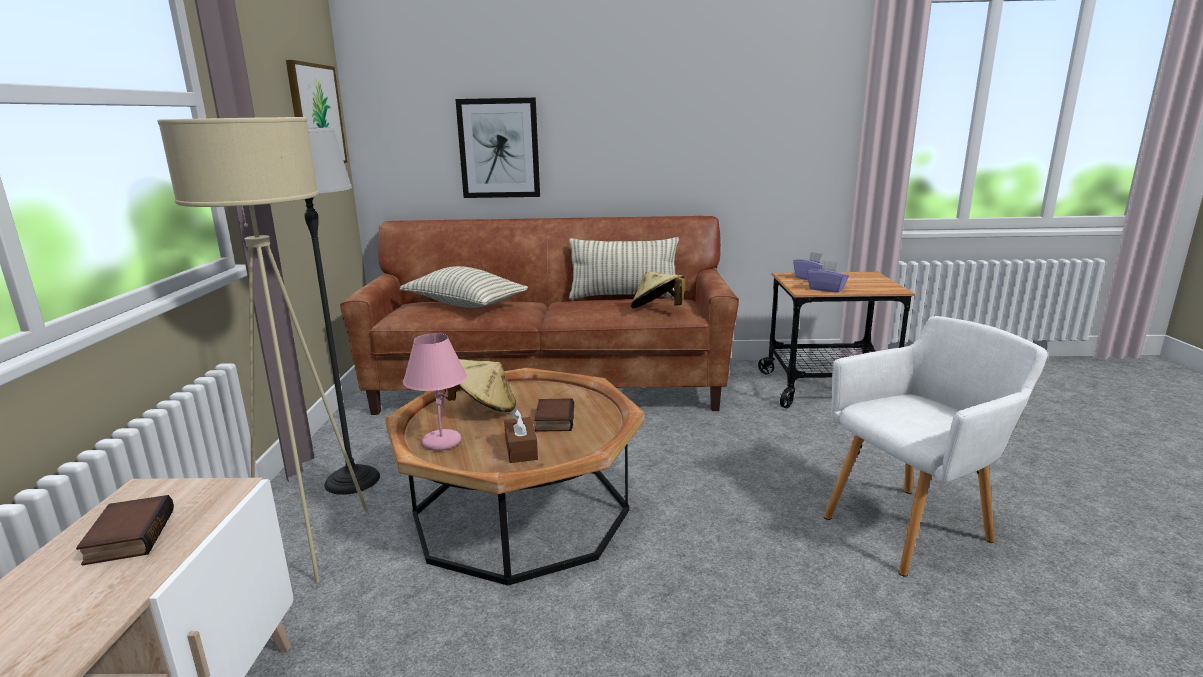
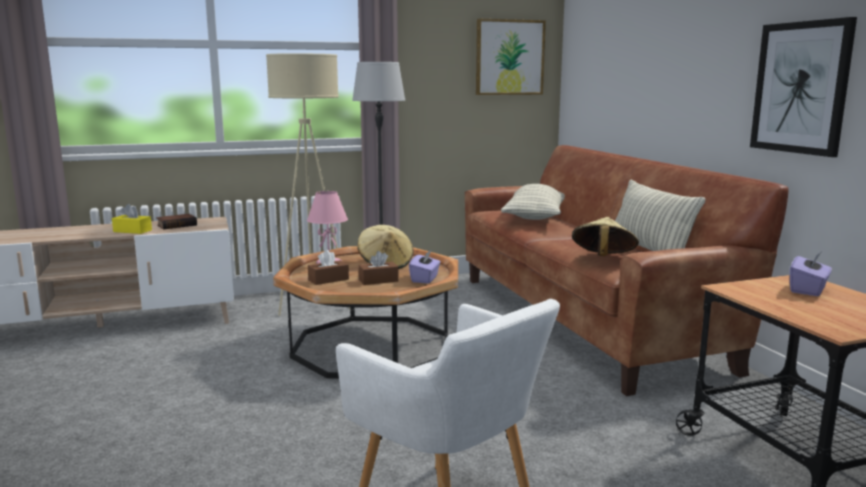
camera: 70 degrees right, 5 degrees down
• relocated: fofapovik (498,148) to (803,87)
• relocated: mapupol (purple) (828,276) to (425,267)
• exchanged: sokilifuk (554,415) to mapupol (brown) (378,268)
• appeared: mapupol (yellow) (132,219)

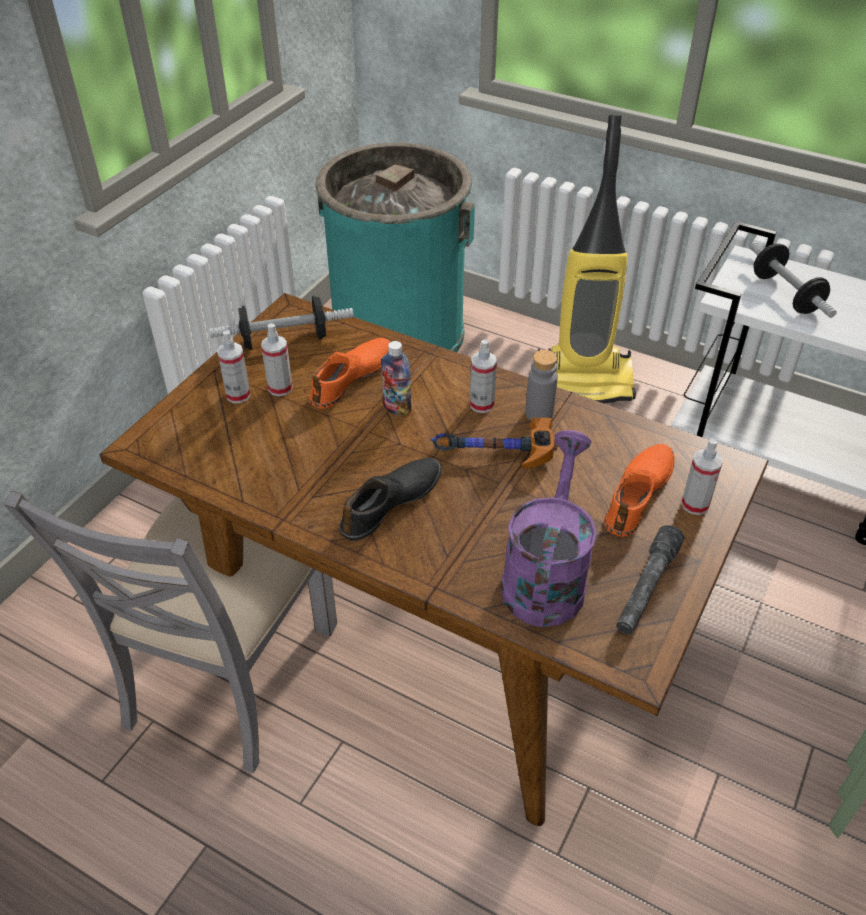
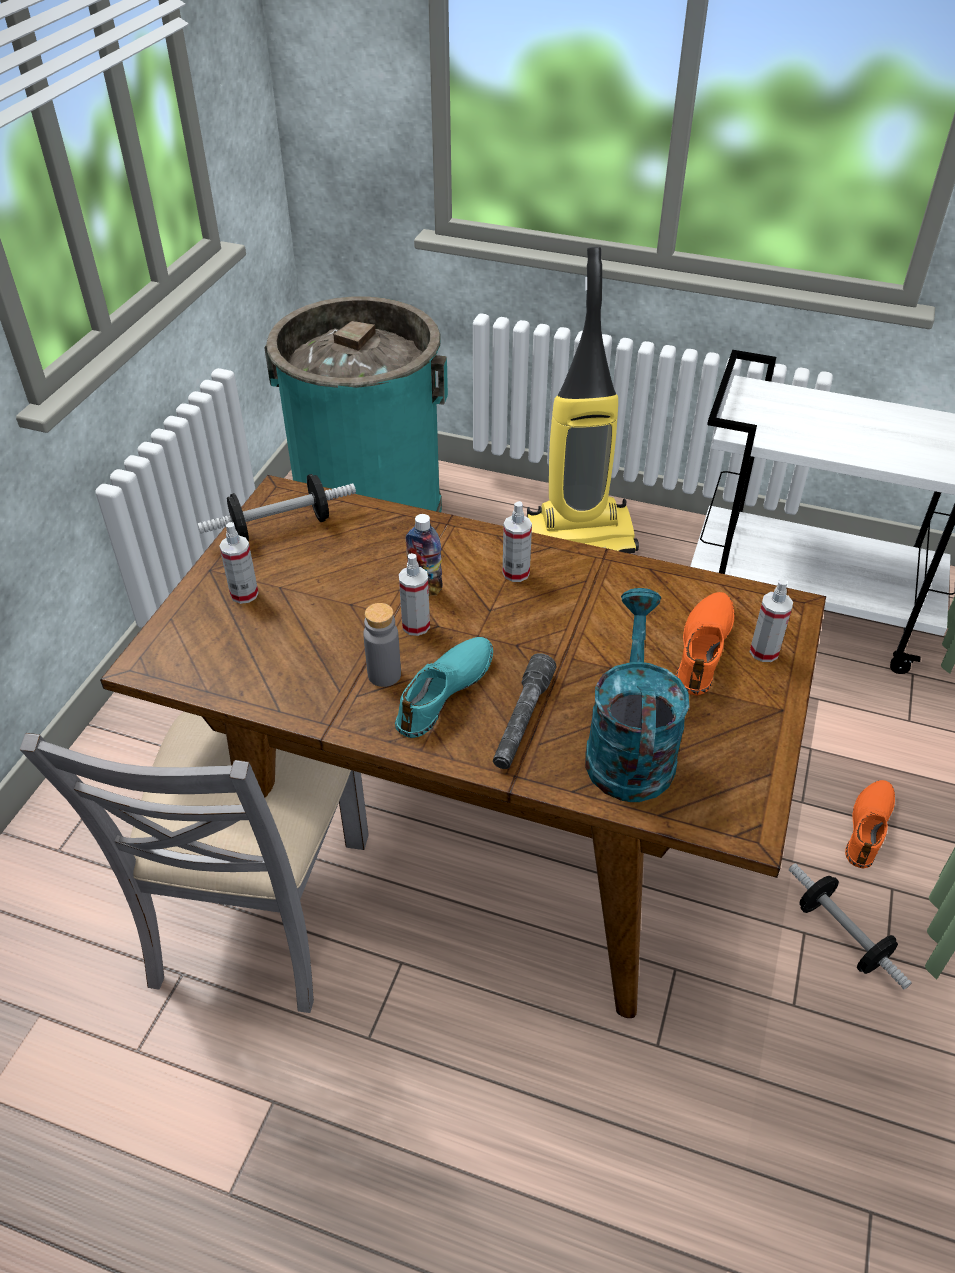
camera: 10 degrees left, 0 degrees up
• relocated: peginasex (793,280) to (850,926)
• relocated: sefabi (277,359) to (414,594)
• relocated: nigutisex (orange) (349,373) to (870,824)
• relocated: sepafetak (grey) (541,385) to (382,645)
• missing: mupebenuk (493,443)
• colour: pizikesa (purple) (549,528) to pizikesa (turquoise) (637,695)
• colour: nigutisex (black) (390,499) to nigutisex (turquoise) (444,687)
• relocated: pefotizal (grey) (650,579) to (524,711)

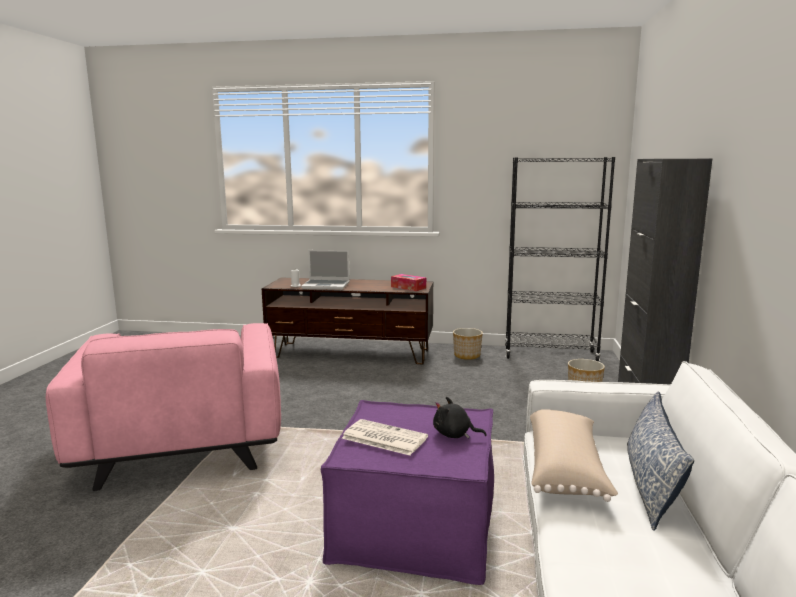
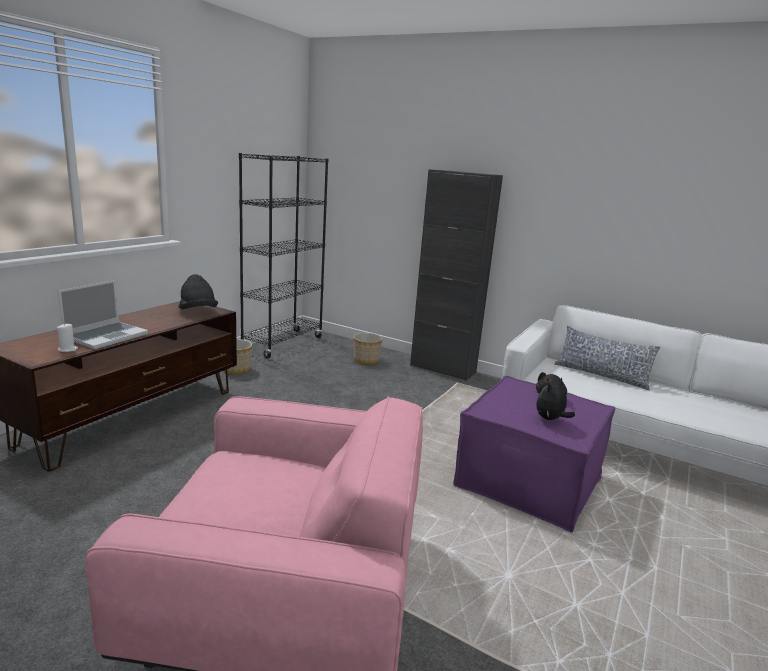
camera: 70 degrees left, 5 degrees up
• exchanged: mapupol (408,282) to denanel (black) (198,291)
• missing: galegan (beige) (574,456)
• exchanged: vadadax (385,437) to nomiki (556,399)

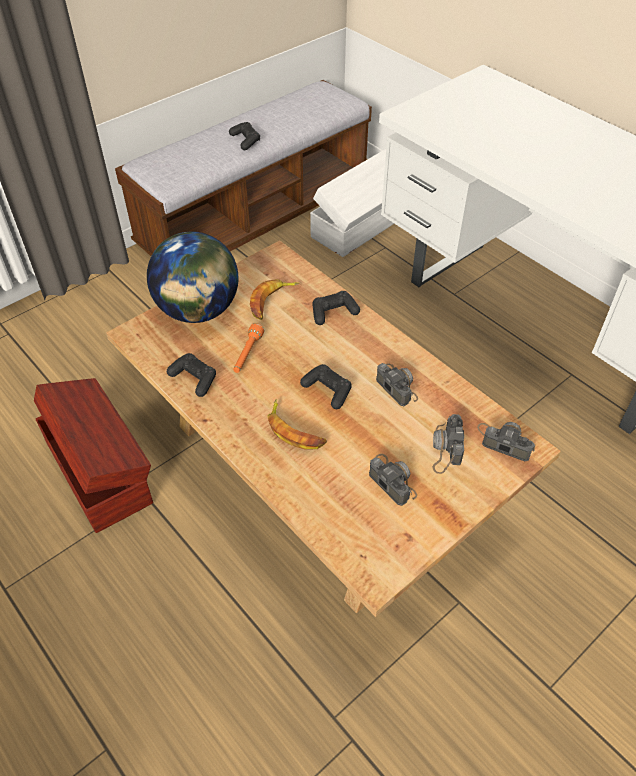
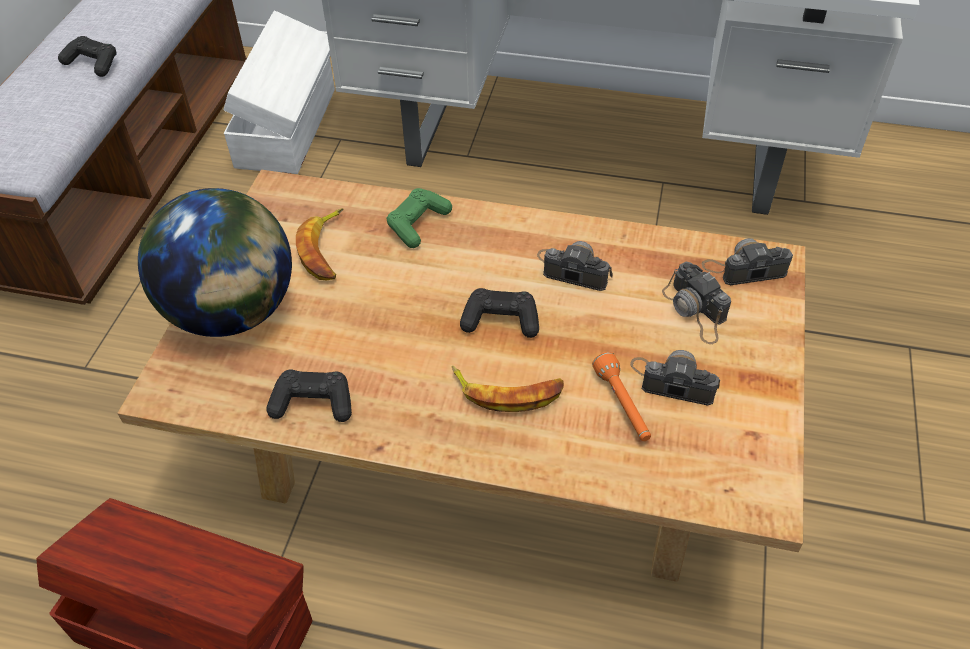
camera: 35 degrees left, 0 degrees up
• colour: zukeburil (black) (336,308) to zukeburil (green) (419,218)
• relocated: pefotizal (orange) (248,348) to (621,396)

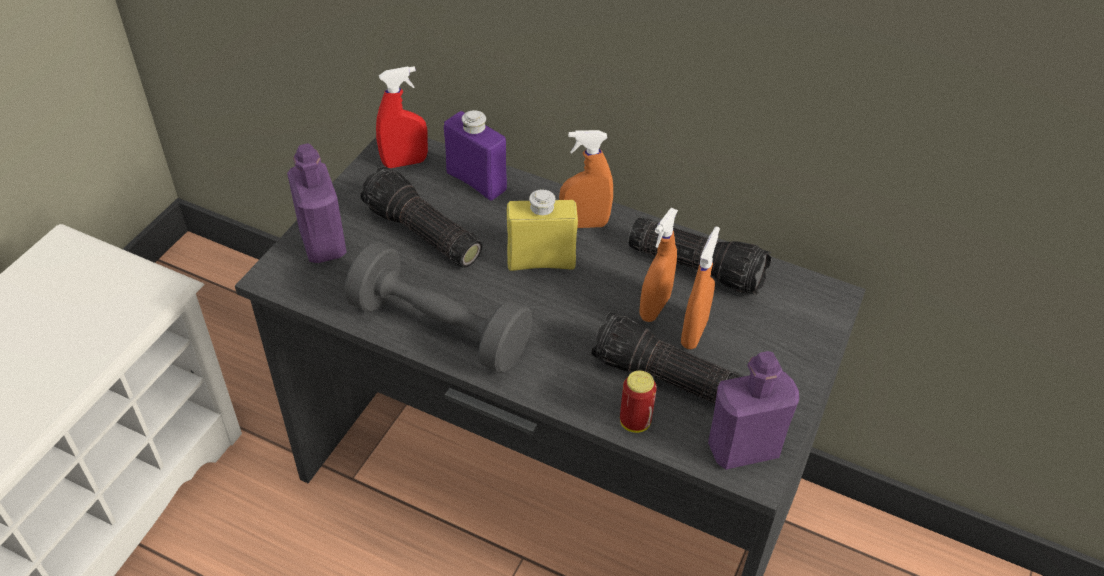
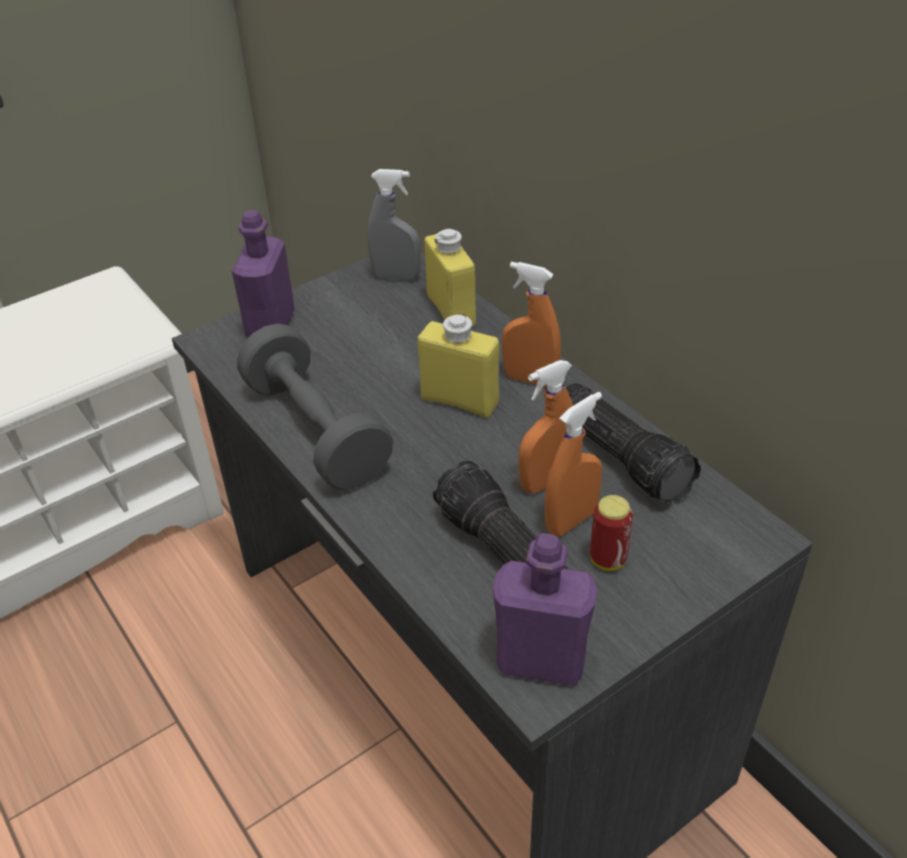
camera: 30 degrees right, 5 degrees down
• colour: sefabi (red) (402,117) to sefabi (grey) (394,225)
• colour: sepafetak (purple) (475,155) to sepafetak (yellow) (450,278)
• missing: pefotizal (421,217)
• relocated: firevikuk (638,401) to (611,533)

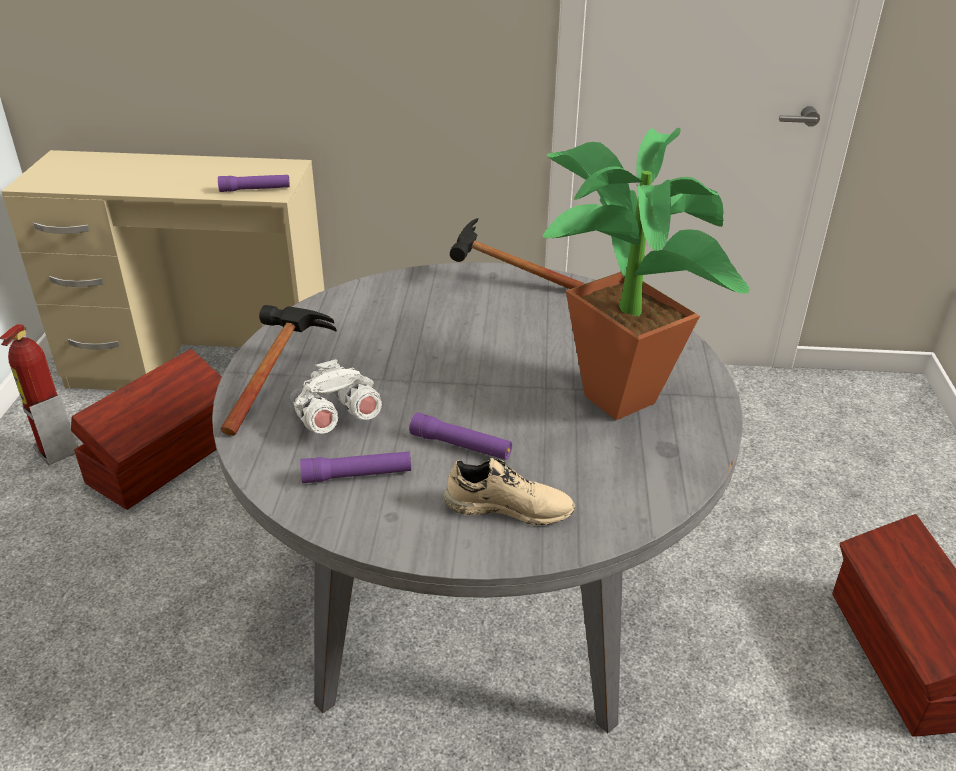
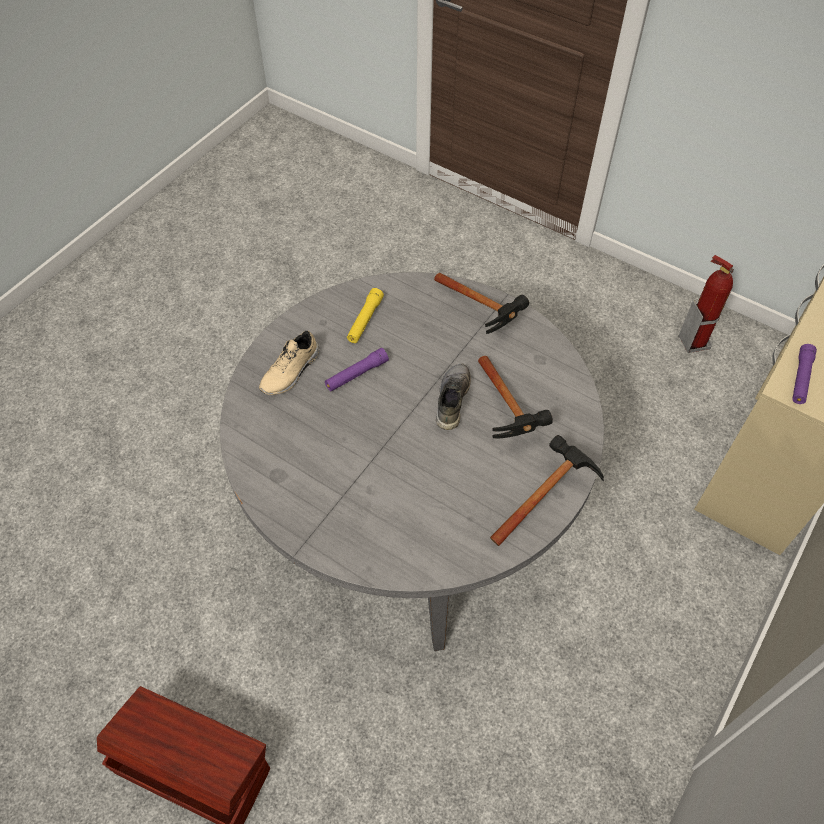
camera: 120 degrees right, 20 degrees up
• missing: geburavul (646,274)
• missing: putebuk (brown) (146,429)
• missing: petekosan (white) (336,396)
• colour: pefotizal (purple) (355,467) to pefotizal (yellow) (365,315)
• appeared: mupebenuk (515,397)
• appeared: nigutisex (grey) (453,396)

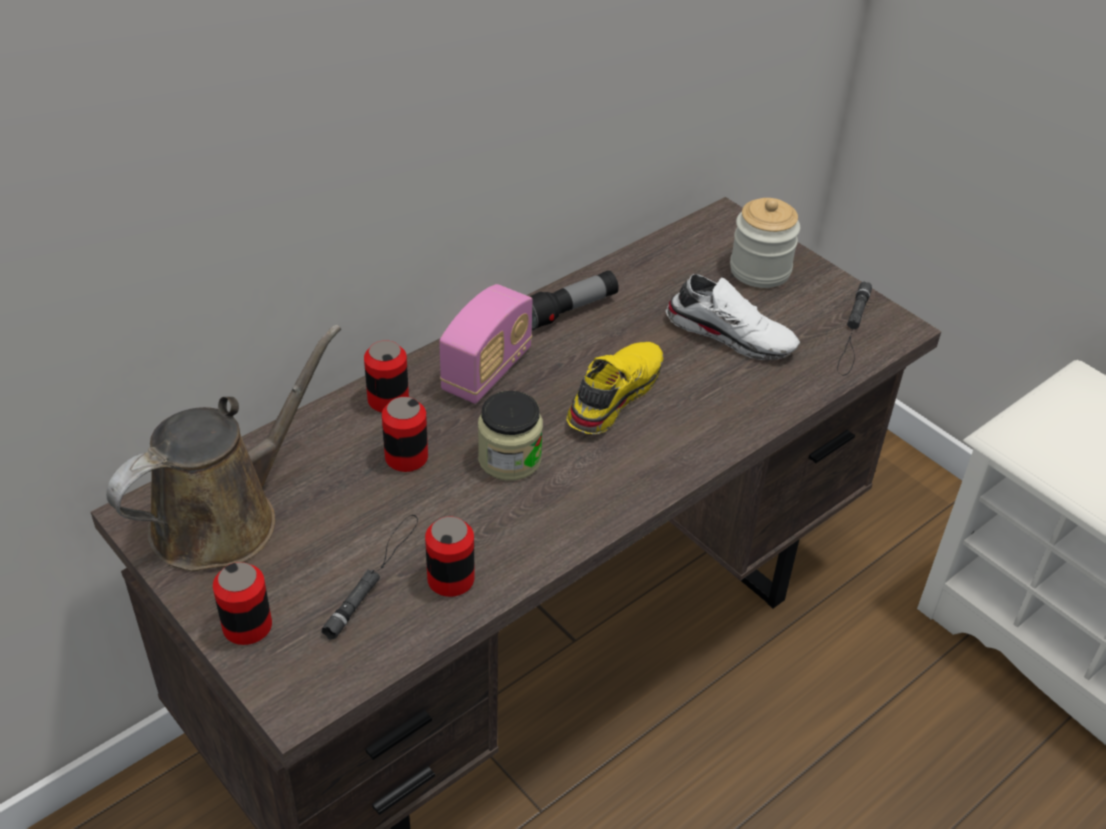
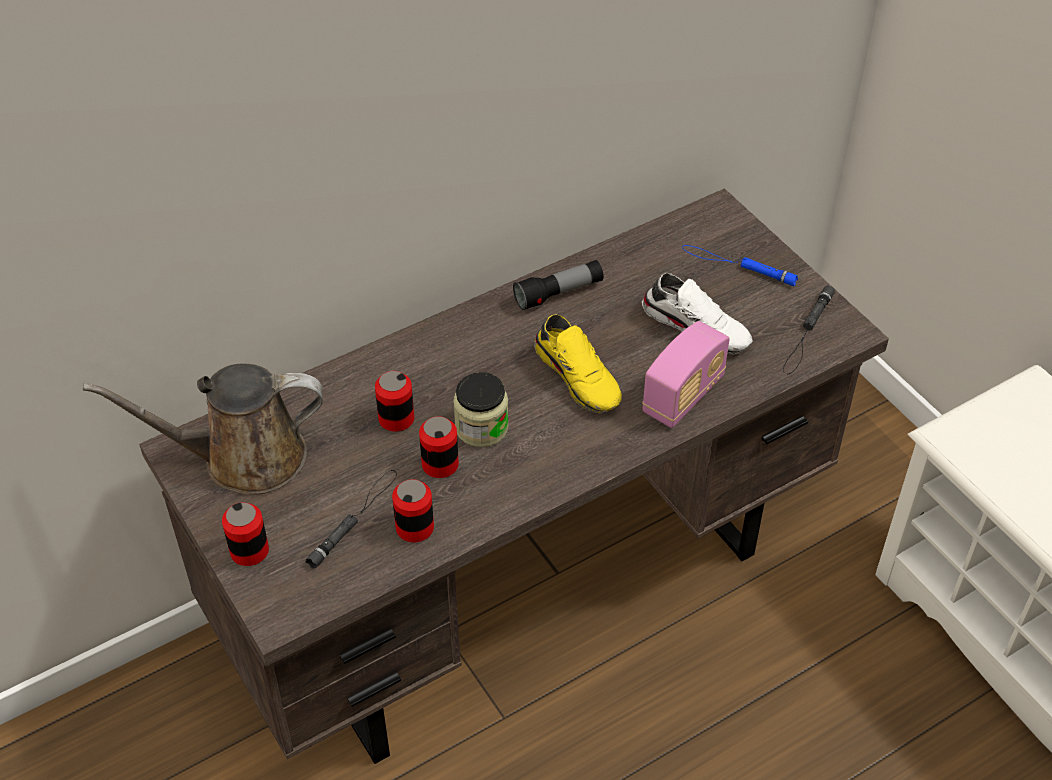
camera: 10 degrees right, 5 degrees up
• exchanged: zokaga (765,243) to pefotizal (blue) (740,265)
• relocated: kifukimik (485,344) to (686,374)
• spun: pizikesa (brown) (223,447) = (203,429) 150 degrees counterclockwise
• relocated: firevikuk (386,376) to (439,447)
• spun: nigutisex (yellow) (615,388) = (578,363) 105 degrees clockwise

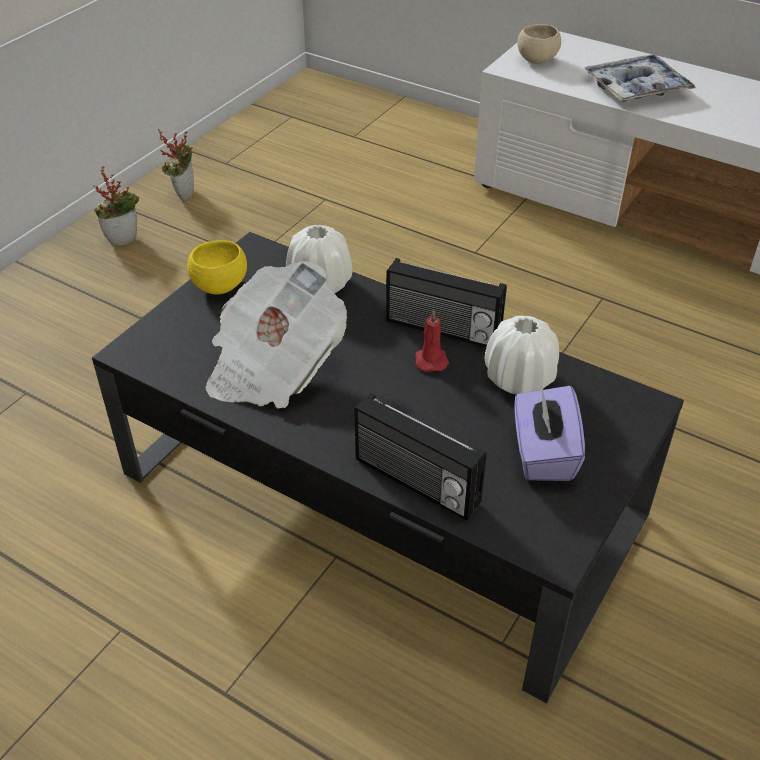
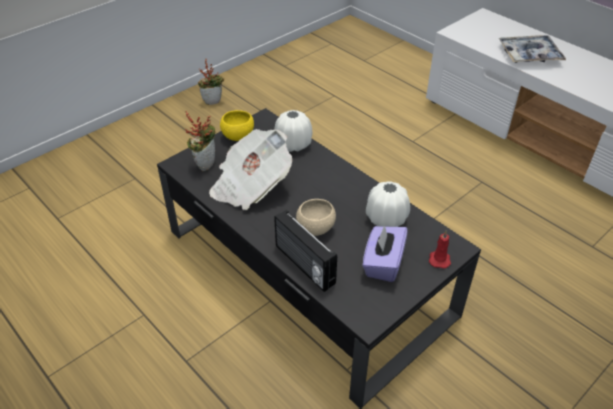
camera: 15 degrees right, 0 degrees up
• relocated: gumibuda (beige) (539,44) to (316,217)
• relocated: geburavul (176,165) to (200,141)
• missing: kifukimik (446,302)
• relocated: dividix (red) (432,341) to (440,249)

